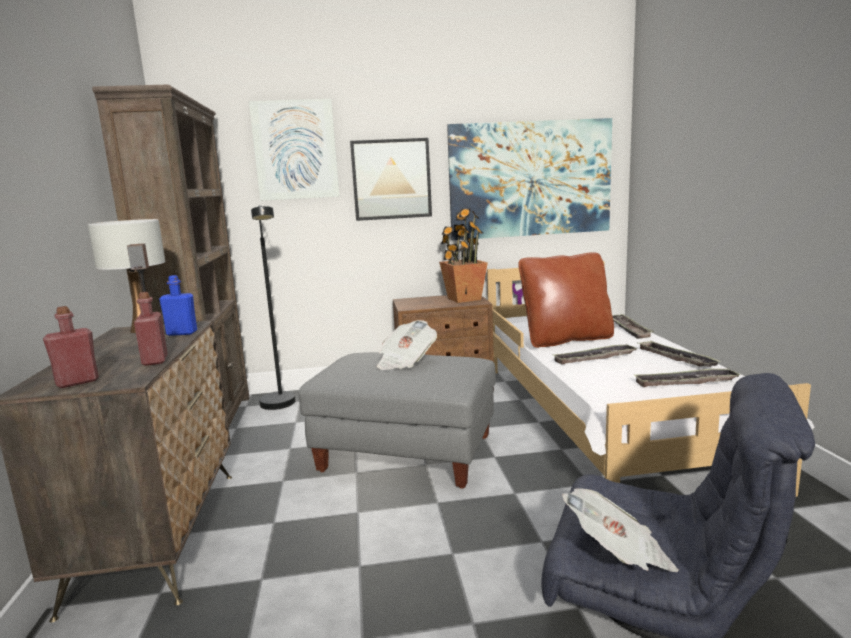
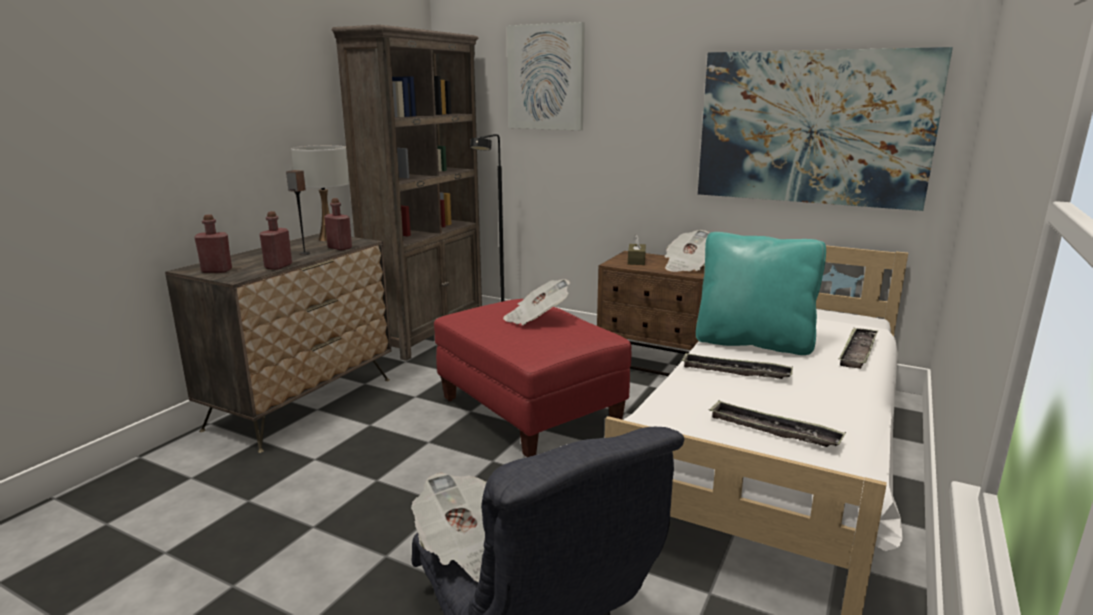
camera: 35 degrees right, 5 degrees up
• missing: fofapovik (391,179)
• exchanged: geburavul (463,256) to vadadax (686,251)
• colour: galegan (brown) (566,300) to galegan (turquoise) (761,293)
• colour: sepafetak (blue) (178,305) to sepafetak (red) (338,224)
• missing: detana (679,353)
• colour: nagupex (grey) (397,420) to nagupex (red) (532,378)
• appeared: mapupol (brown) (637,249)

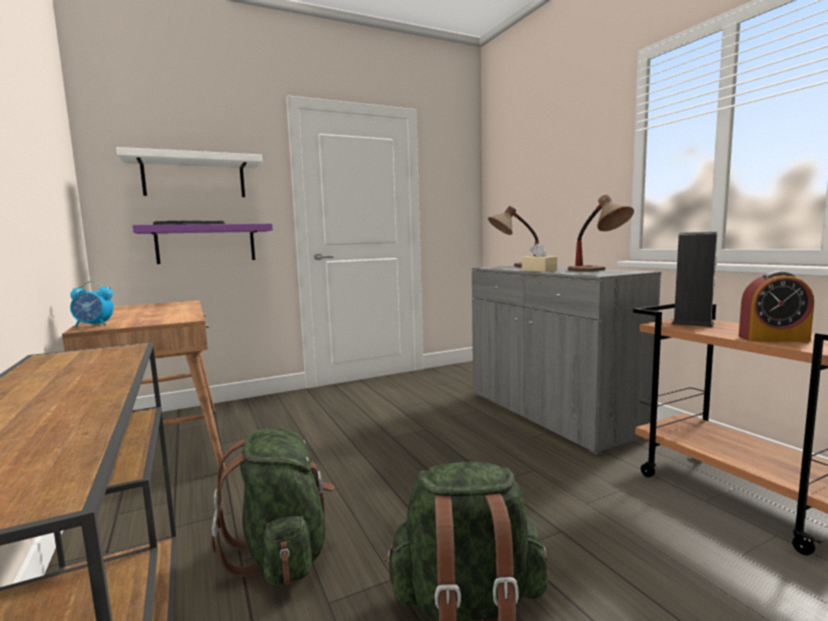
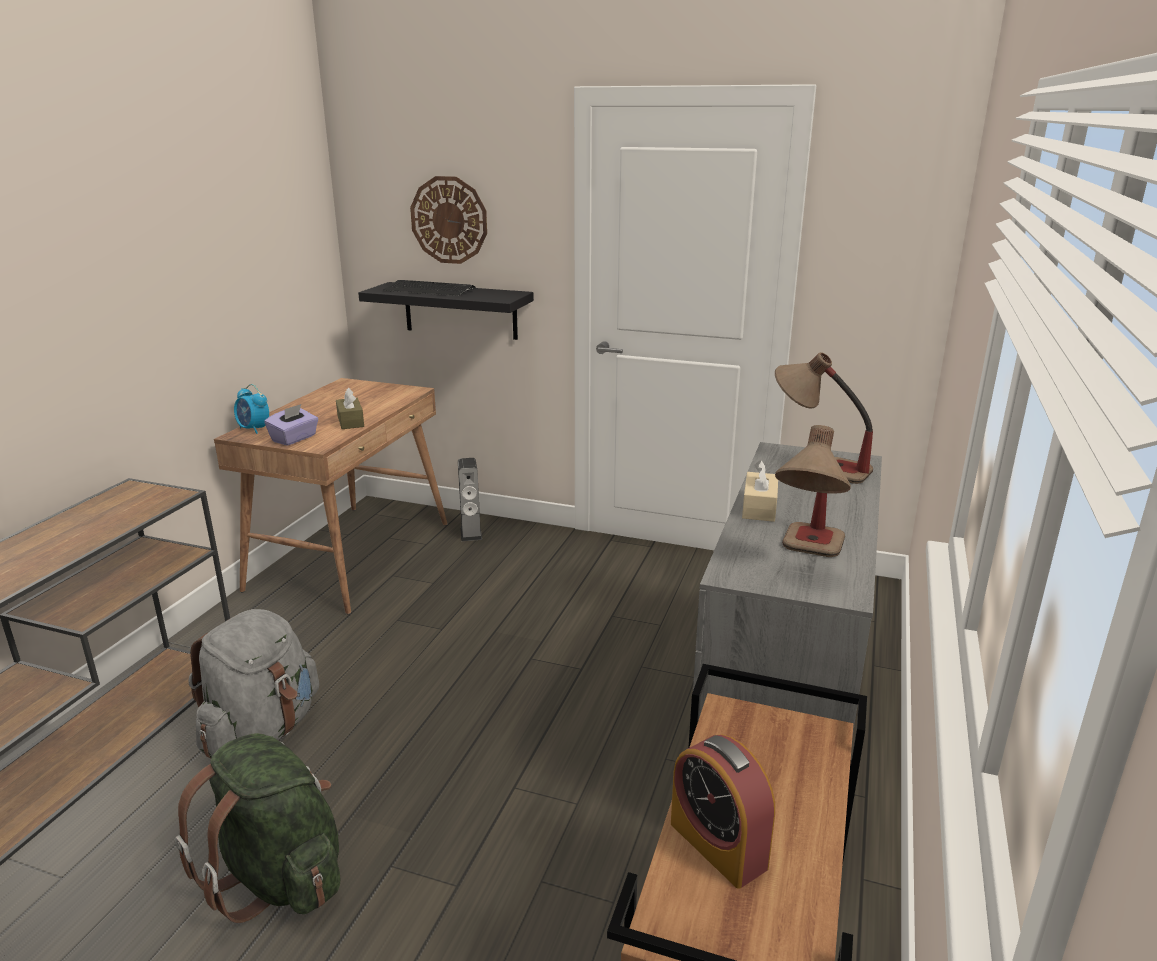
camera: 45 degrees right, 15 degrees up
• exchanged: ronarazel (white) (189,172) to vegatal (448,220)
• colour: ronarazel (purple) (202,244) to ronarazel (black) (446,311)
• relocated: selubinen (694,279) to (470,499)
• colour: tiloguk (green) (272,506) to tiloguk (grey) (254,684)
• appeared: mapupol (brown) (350,408)
• appeared: mapupol (purple) (291,425)

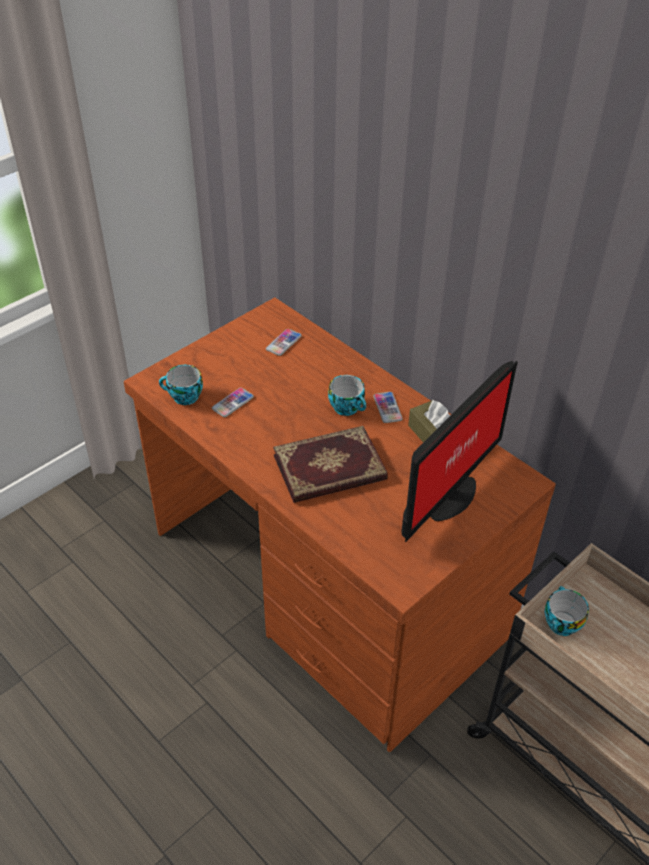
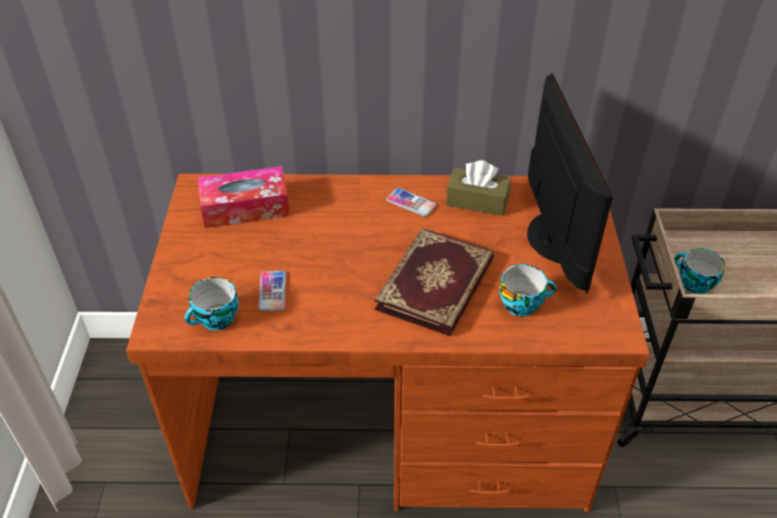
camera: 45 degrees left, 0 degrees up
• exchanged: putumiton (284,342) to mapupol (244,197)
• relocated: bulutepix (347,395) to (527,290)

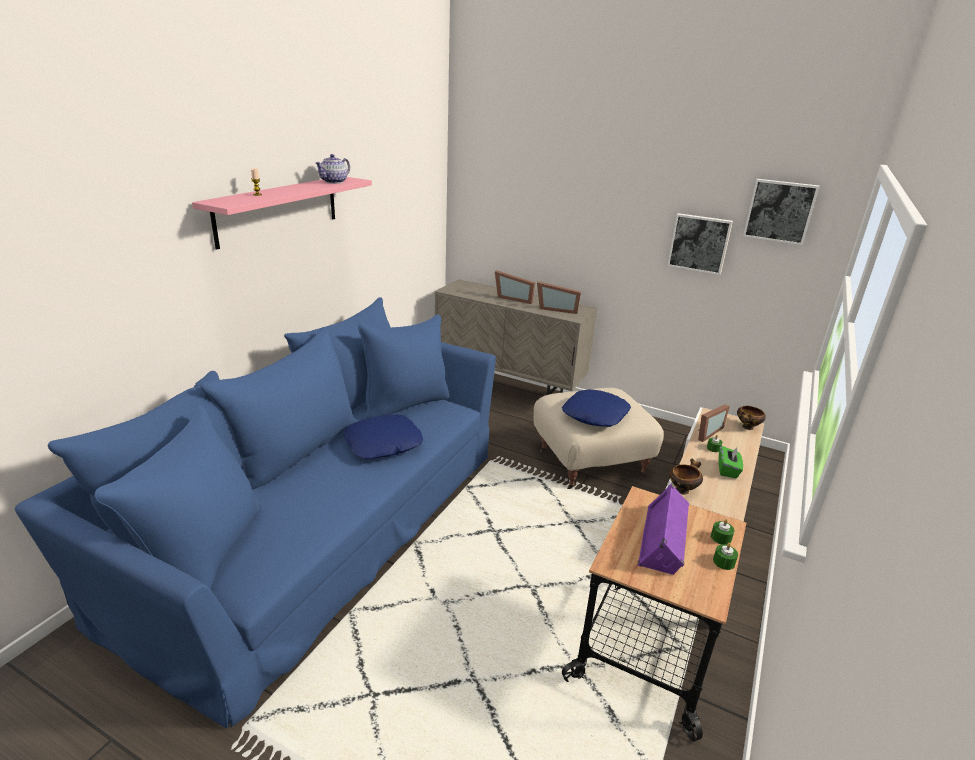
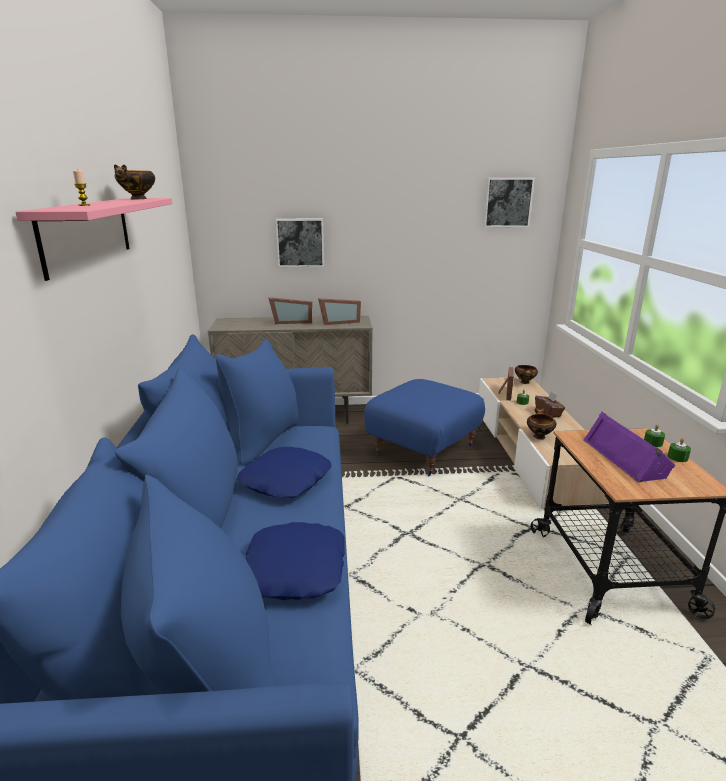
camera: 30 degrees left, 5 degrees down
• exchanged: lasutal (332,169) to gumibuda (134,182)
• relocated: fofapovik (700,244) to (299,242)
• colour: nagupex (beige) (599,438) to nagupex (blue) (424,427)
• relocated: galegan (blue) (596,408) to (295,561)
• colour: mapupol (green) (730,462) to mapupol (brown) (550,405)

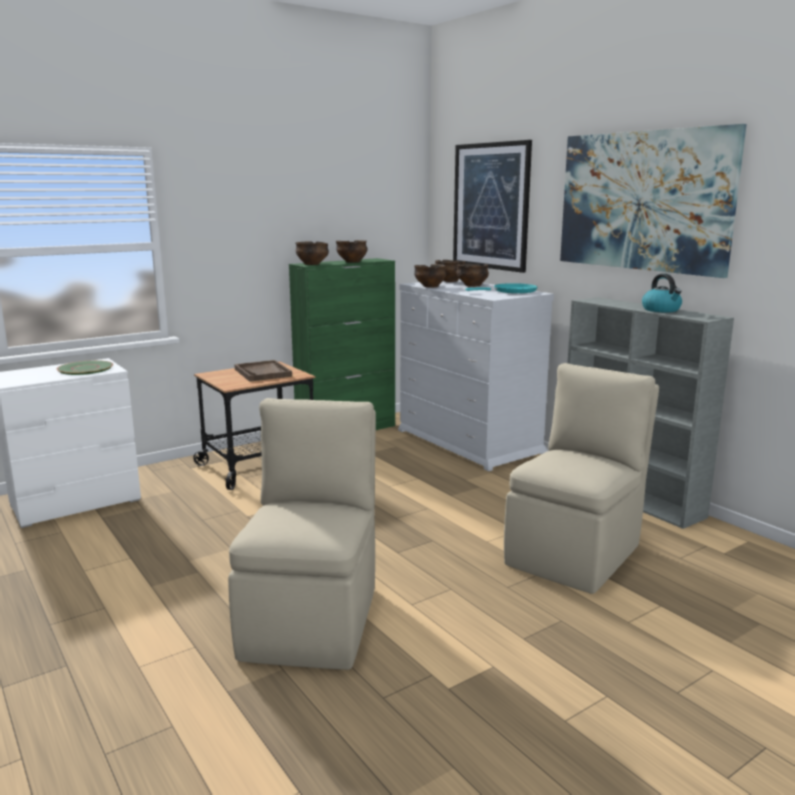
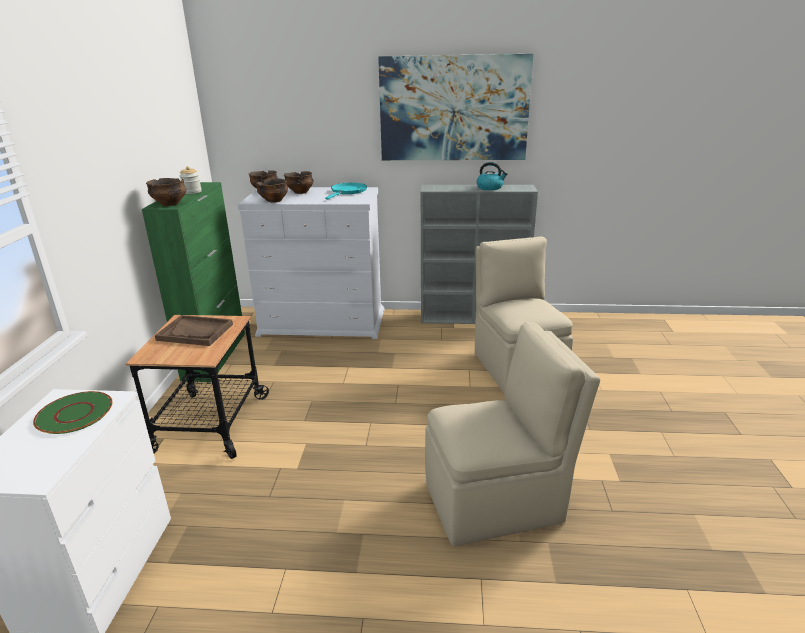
camera: 50 degrees left, 10 degrees up
• missing: fofapovik (492,206)
• exchanged: gumibuda (352,251) to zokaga (190,180)
• spun: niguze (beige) (302,534) = (512,434) 120 degrees clockwise

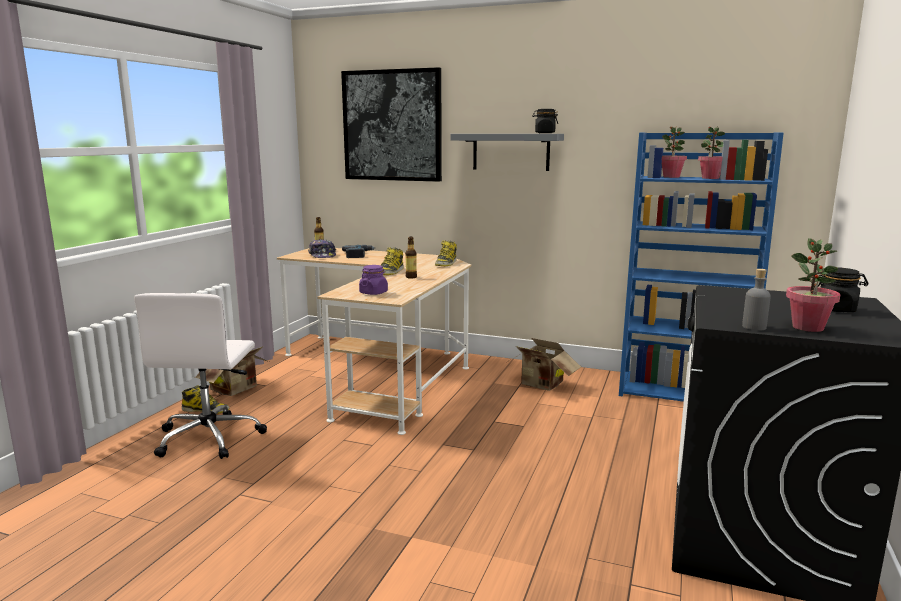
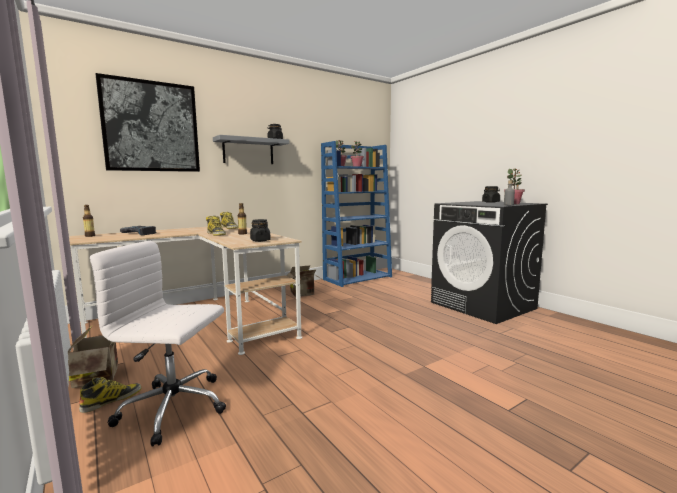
camera: 55 degrees left, 5 degrees down
• missing: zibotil (322,248)
• colour: zokaga (purple) (373,280) to zokaga (black) (260,230)
• spun: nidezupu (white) (200,376) = (158,344) 150 degrees clockwise

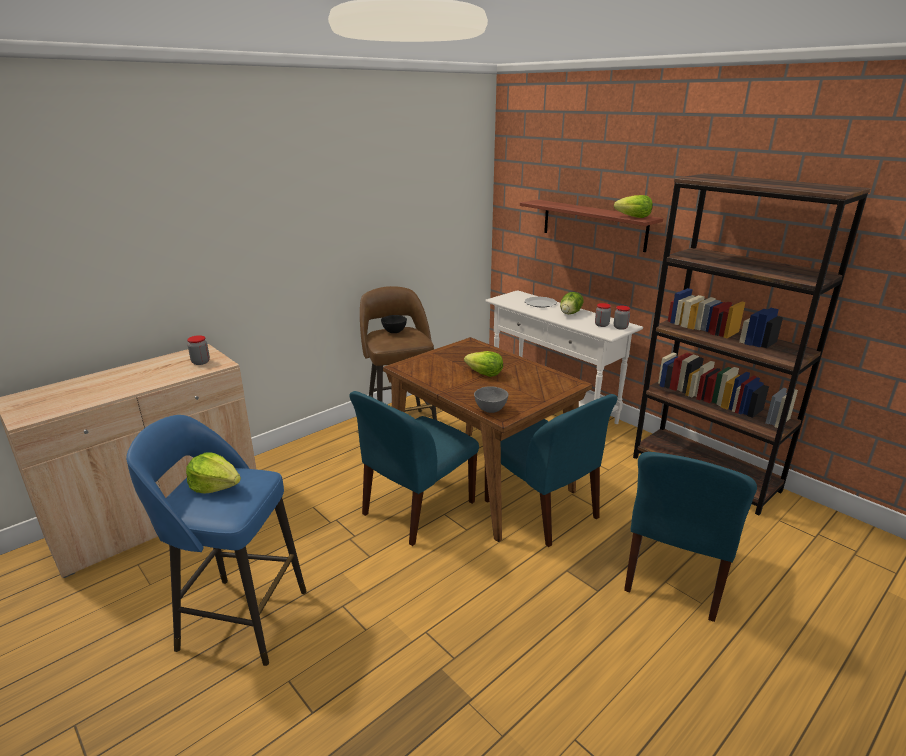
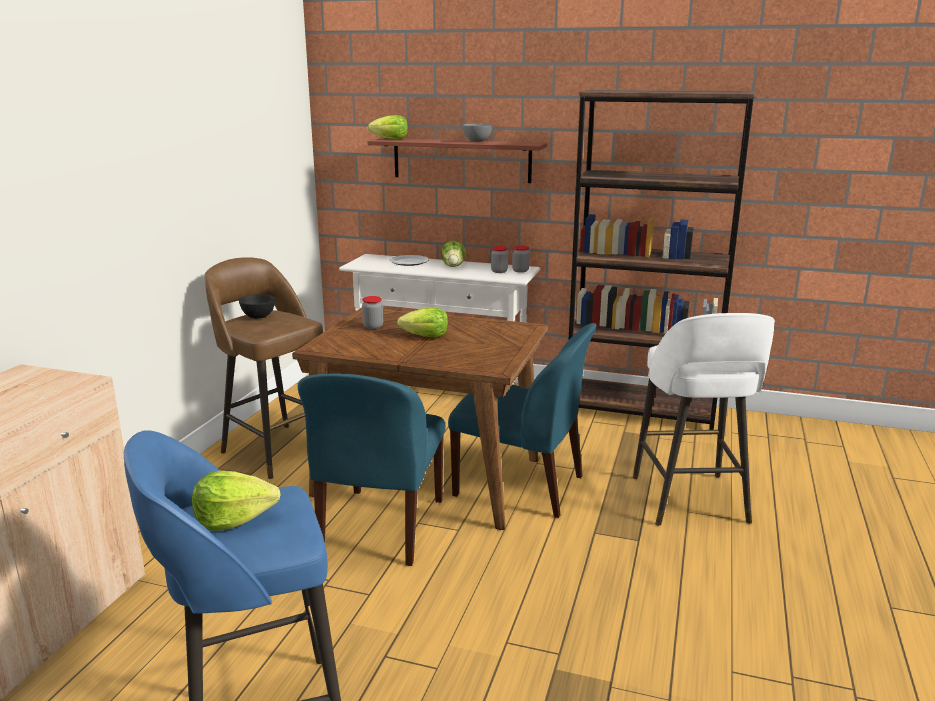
camera: 30 degrees left, 5 degrees down
• relocated: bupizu (633,206) to (388,127)
• relocated: zokaga (198,350) to (372,312)
• relocated: gumibuda (grey) (491,399) to (477,133)
• exchanged: niguze (blue) (690,537) to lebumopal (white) (704,419)

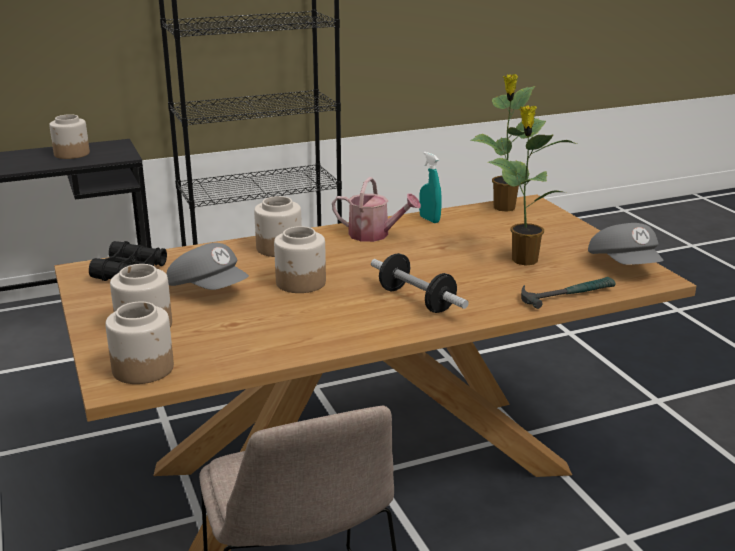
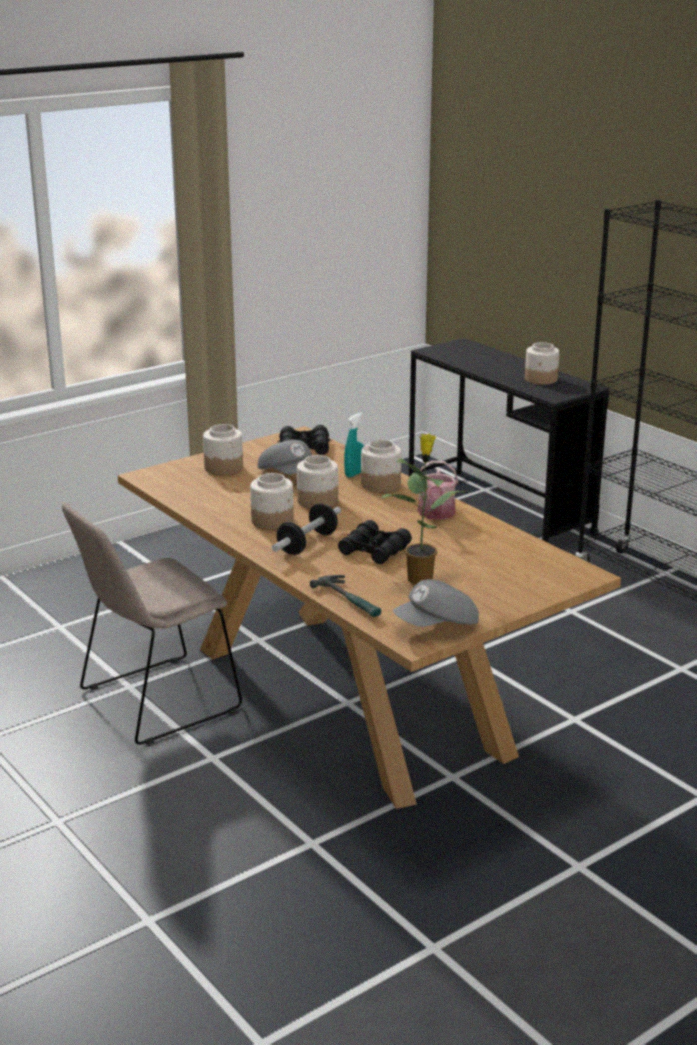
camera: 75 degrees right, 0 degrees up
• missing: geburavul (508,143)
• relocated: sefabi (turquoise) (430,187) to (354,445)
• spun: zibotil (grey) (207,266) = (285,457) 60 degrees counterclockwise
• relocated: zokaga (139,343) to (272,501)
• appeared: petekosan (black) (375,542)

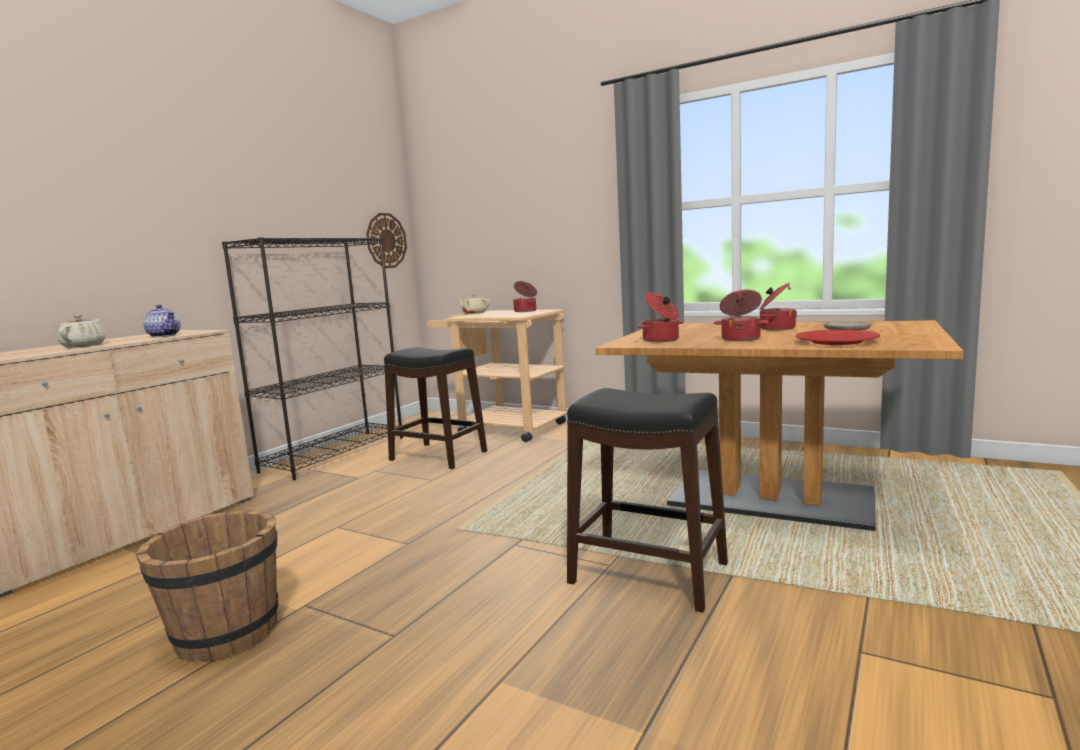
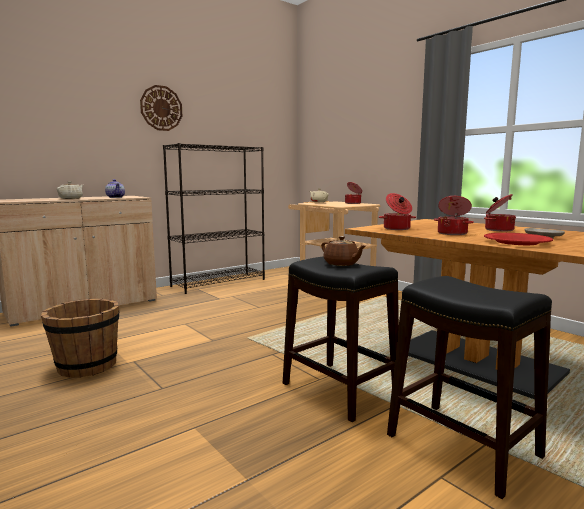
camera: 20 degrees right, 0 degrees up
• relocated: vegatal (386,240) to (161,108)
• relocated: lebumopal (black) (435,408) to (469,387)
• appeared: lasutal (brown) (343,251)

